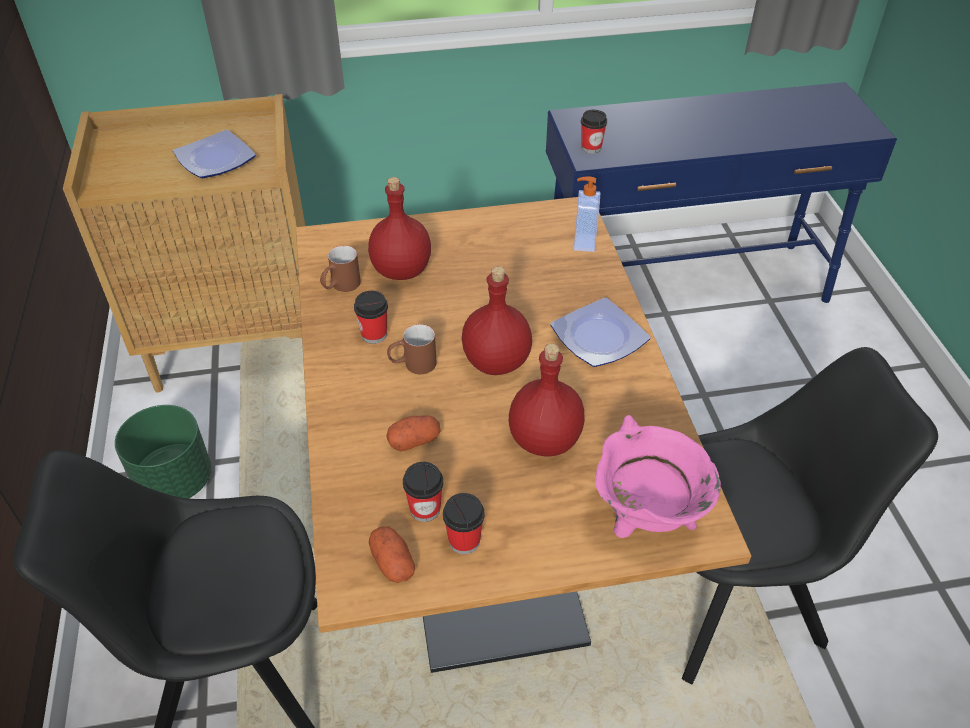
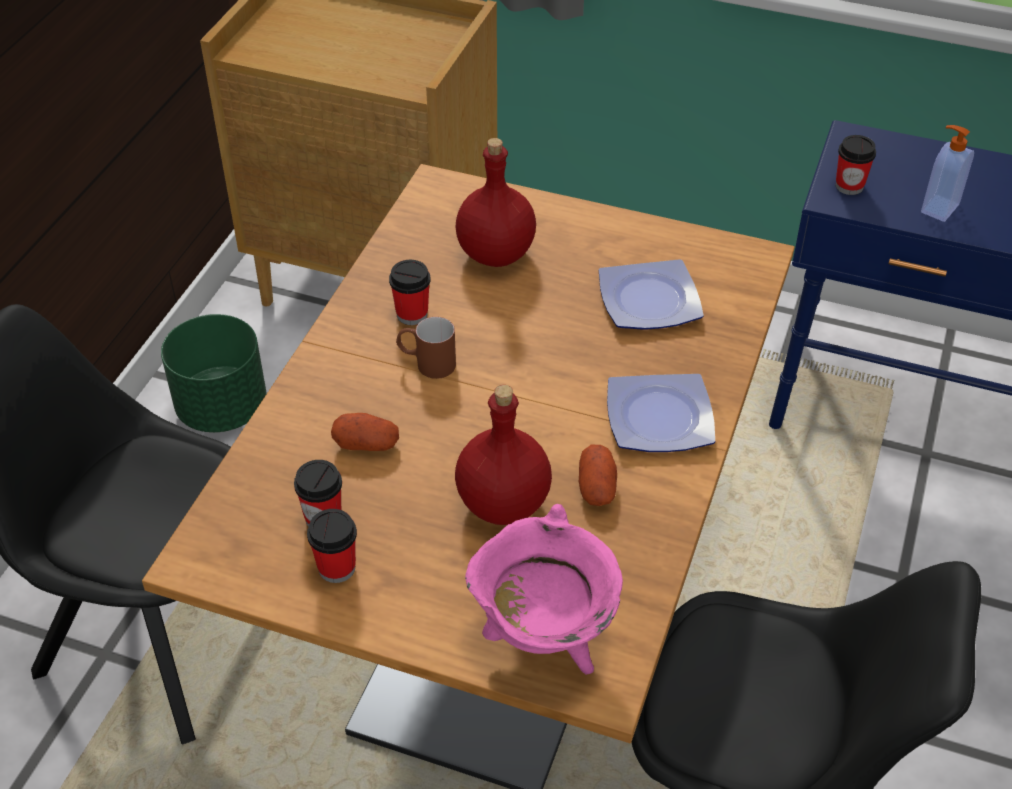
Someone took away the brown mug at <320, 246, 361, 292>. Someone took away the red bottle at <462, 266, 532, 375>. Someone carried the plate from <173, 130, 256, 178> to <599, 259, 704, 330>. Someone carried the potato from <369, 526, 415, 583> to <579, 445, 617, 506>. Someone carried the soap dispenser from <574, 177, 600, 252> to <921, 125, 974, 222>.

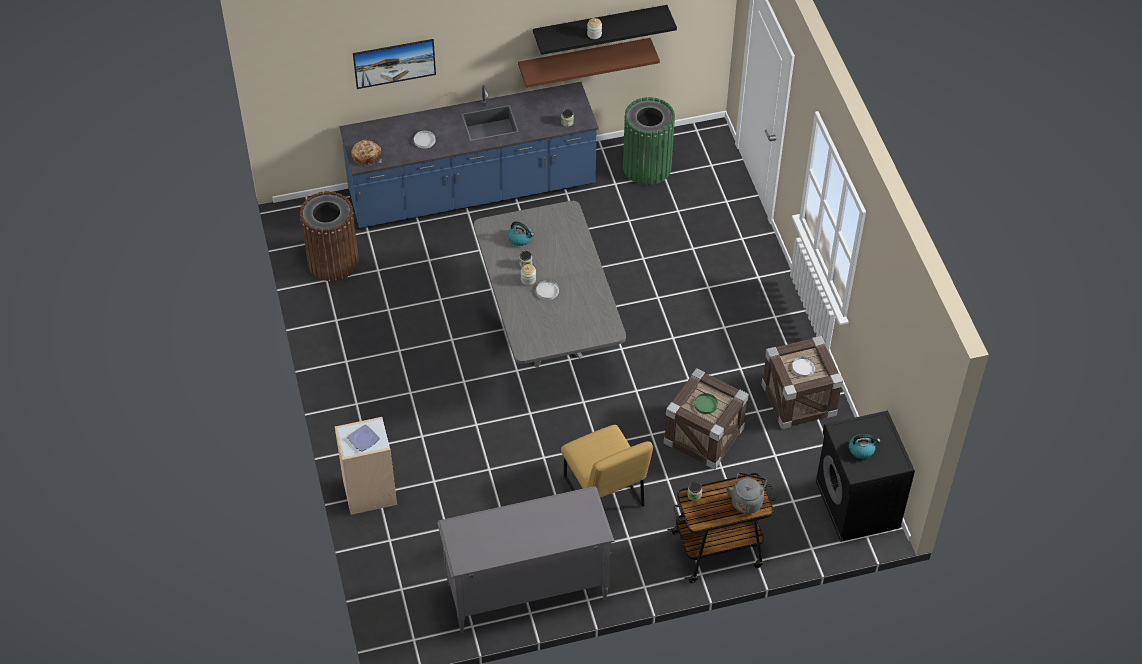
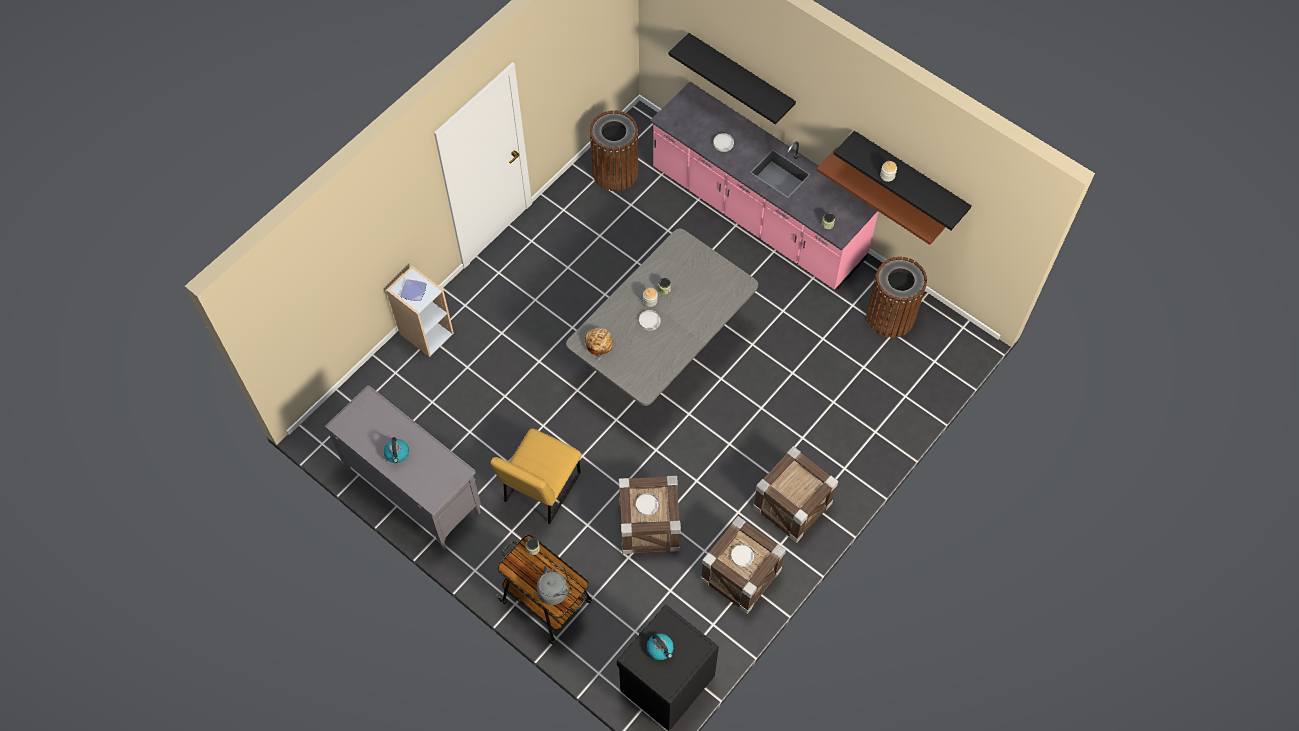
Someone put down the crate at <753, 446, 838, 543>. Someone carried the bread from <351, 140, 382, 166> to <585, 328, 614, 360>. Someone carried the kettle from <508, 221, 534, 246> to <384, 437, 409, 463>. Someone swapped the picture at <353, 39, 436, 89> for the black shelf at <668, 33, 796, 124>. Someone repainted the blue counter at <339, 82, 599, 229>, which became the pink counter at <650, 82, 879, 290>. Someone repainted the green trash can at <623, 97, 675, 185>, which became the brown trash can at <866, 257, 927, 338>. Someone repainted the green plate at <694, 393, 718, 414>, which became the white plate at <636, 493, 659, 516>.

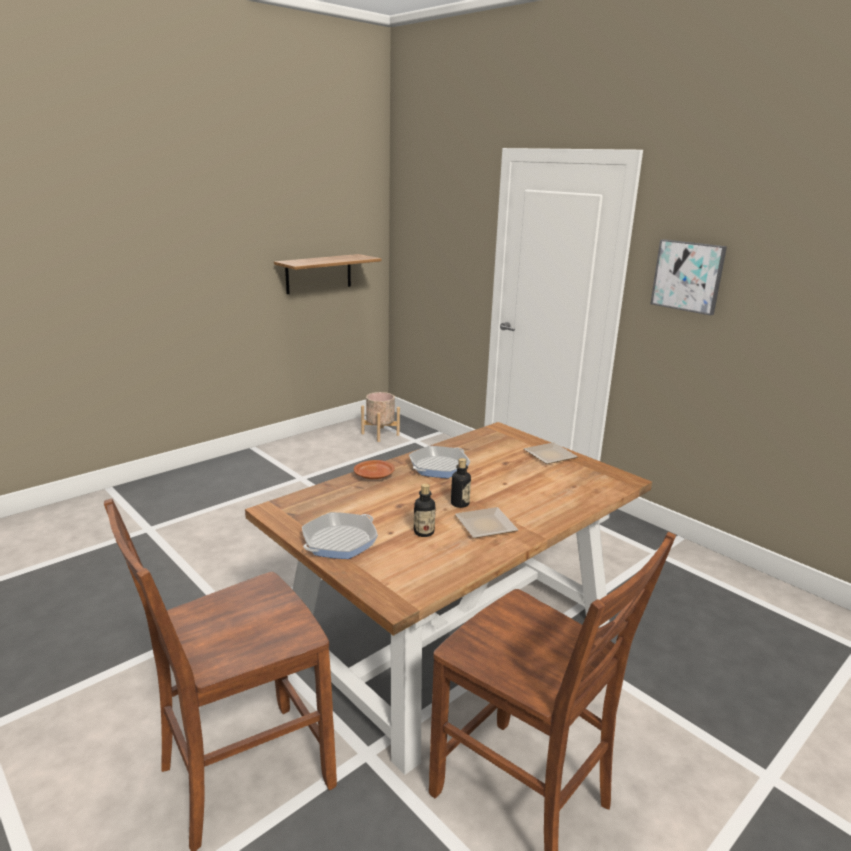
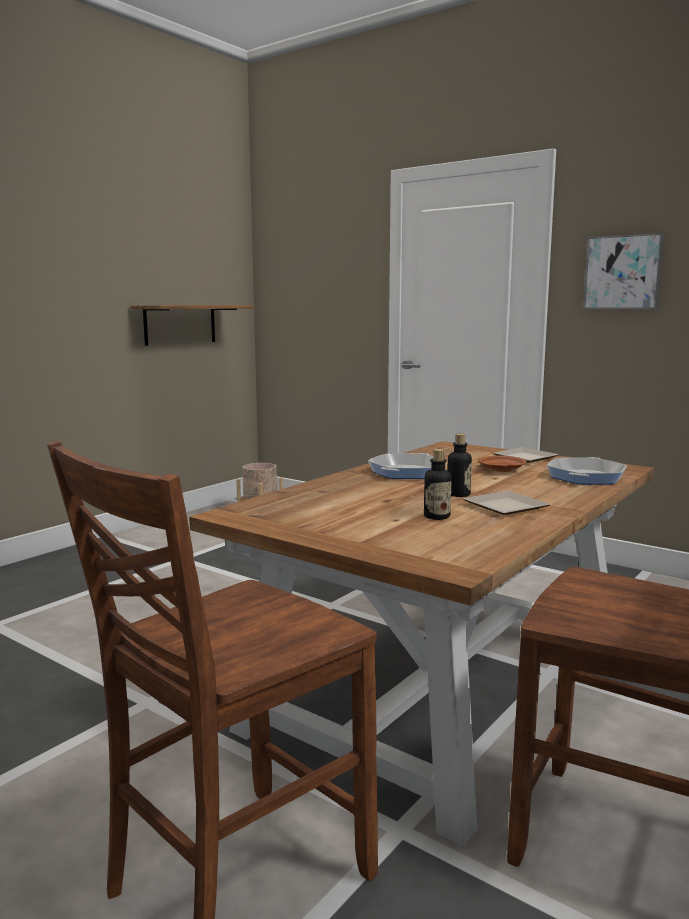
Someone carried the frying pan from <302, 512, 378, 559> to <547, 457, 626, 485>. Someone carried the brown plate from <354, 460, 395, 479> to <478, 455, 526, 472>.

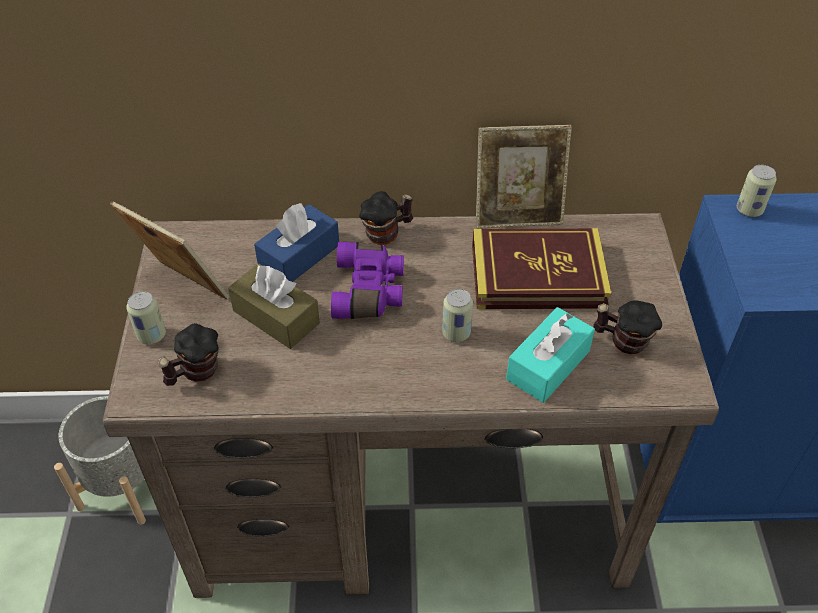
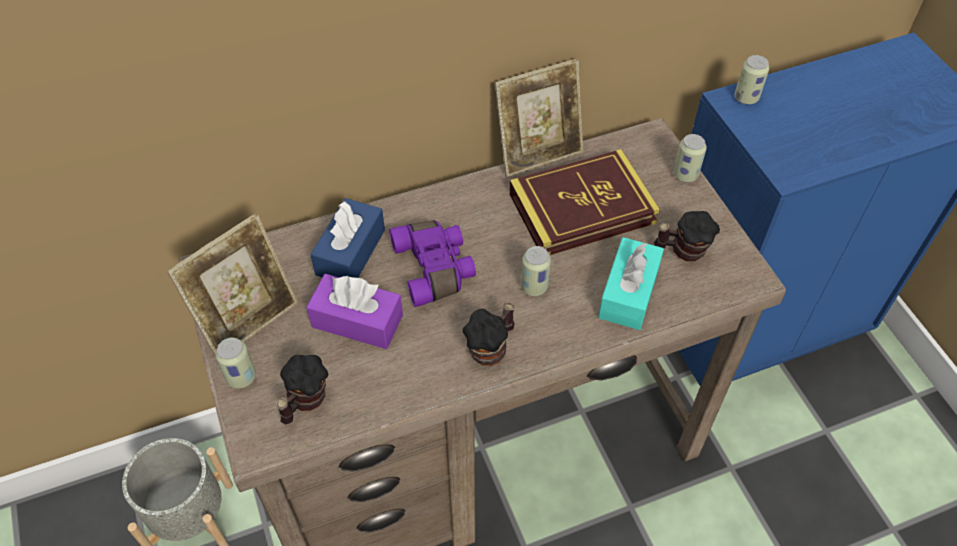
Someone put down the can at <673, 134, 707, 182>. Someone carried the mug from <359, 191, 413, 245> to <463, 303, 515, 366>. Someone repainted the brown tissue box at <228, 264, 320, 349>, which became the purple tissue box at <306, 274, 403, 349>. Someone rotated the picture frame at <110, 201, 229, 300> by 120 degrees clockwise.

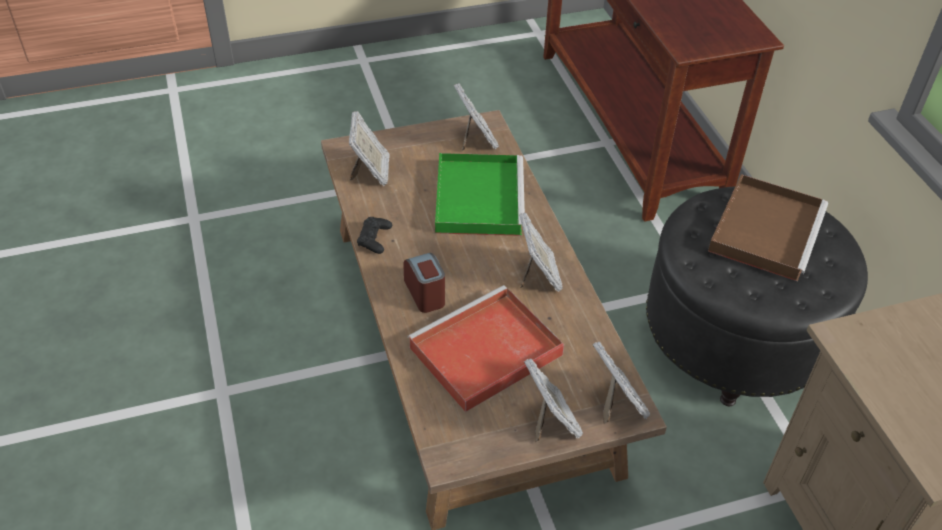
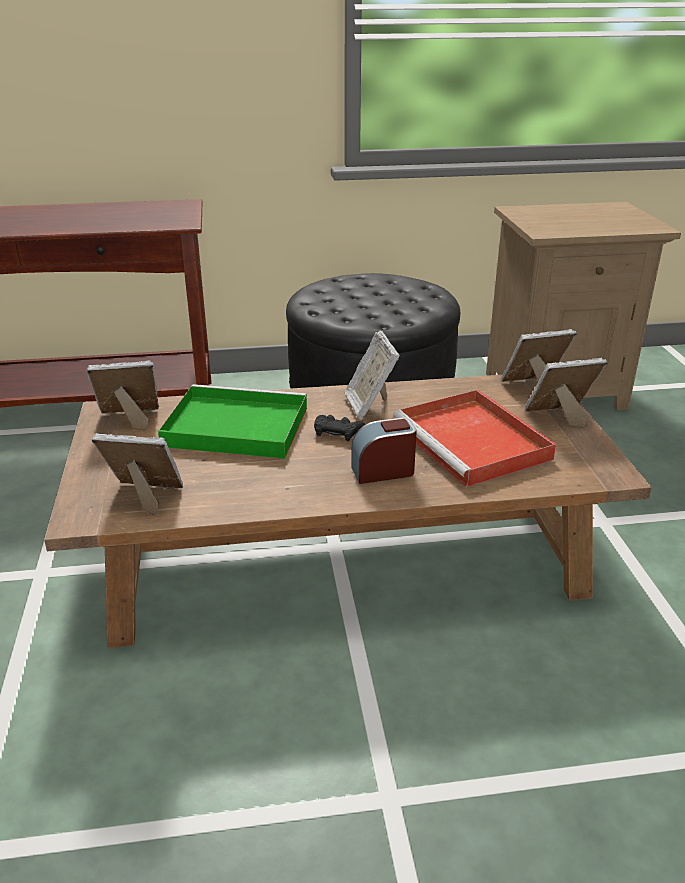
Someone took away the brown tray at <708, 174, 828, 281>. Someone carried the black game controller from <357, 217, 392, 254> to <314, 415, 365, 441>. Someone rotated the picture frame at <519, 213, 563, 292> by 105 degrees counterclockwise.

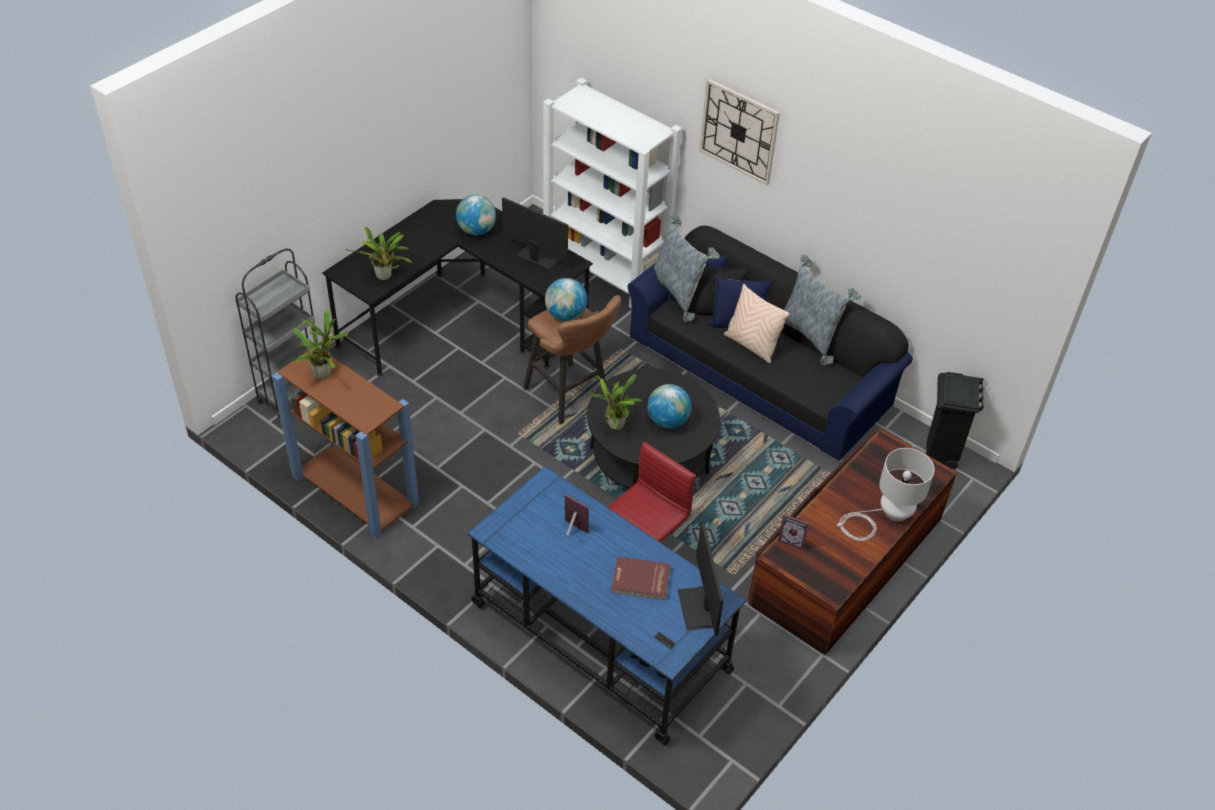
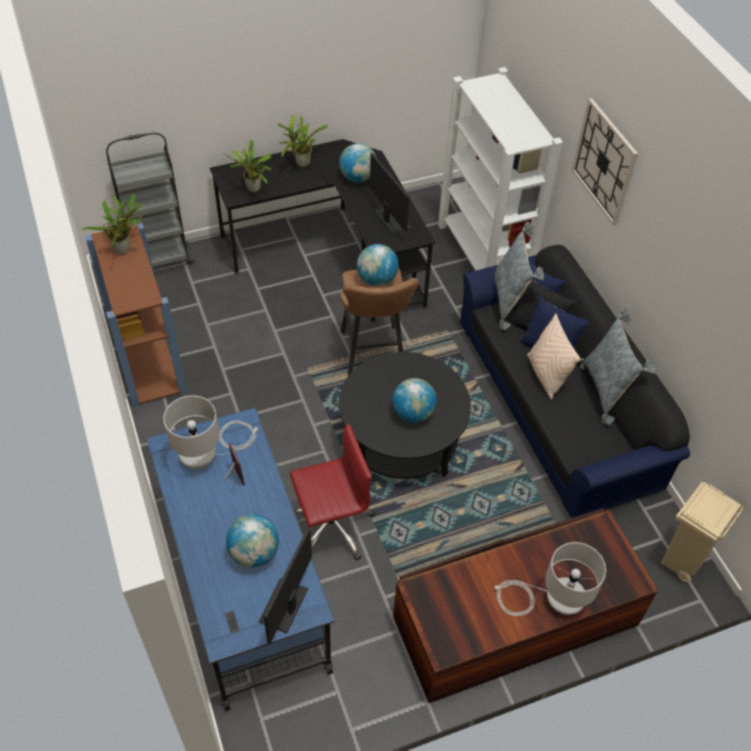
Someone took away the picture frame at <778, 514, 809, 550>. Someone put down the white table lamp at <163, 395, 258, 469>. Someone carried the potted plant from <588, 374, 642, 430> to <277, 115, 328, 167>. Someone swapped the red book at <611, 556, 671, 600> for the globe at <226, 514, 279, 568>. Someone repainted the black trash can at <926, 372, 984, 470>, which became the beige trash can at <661, 482, 745, 582>.

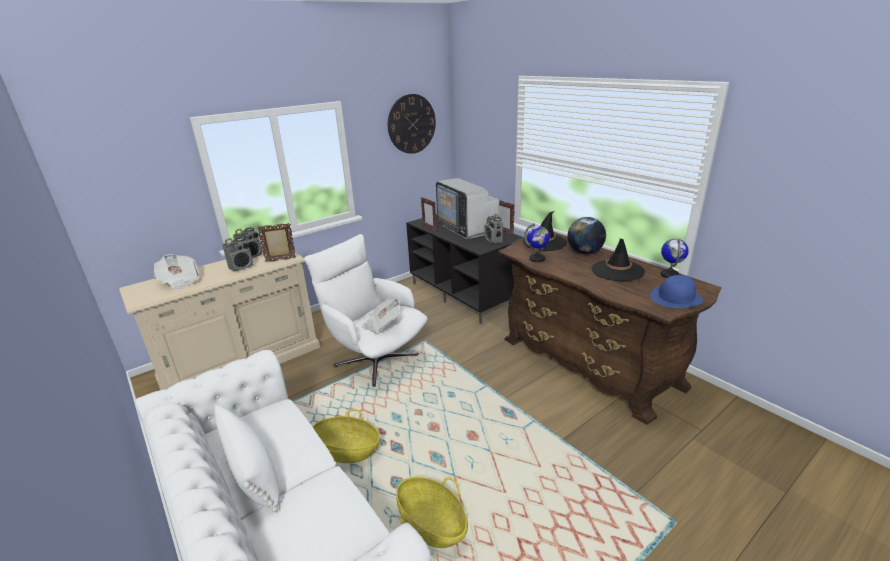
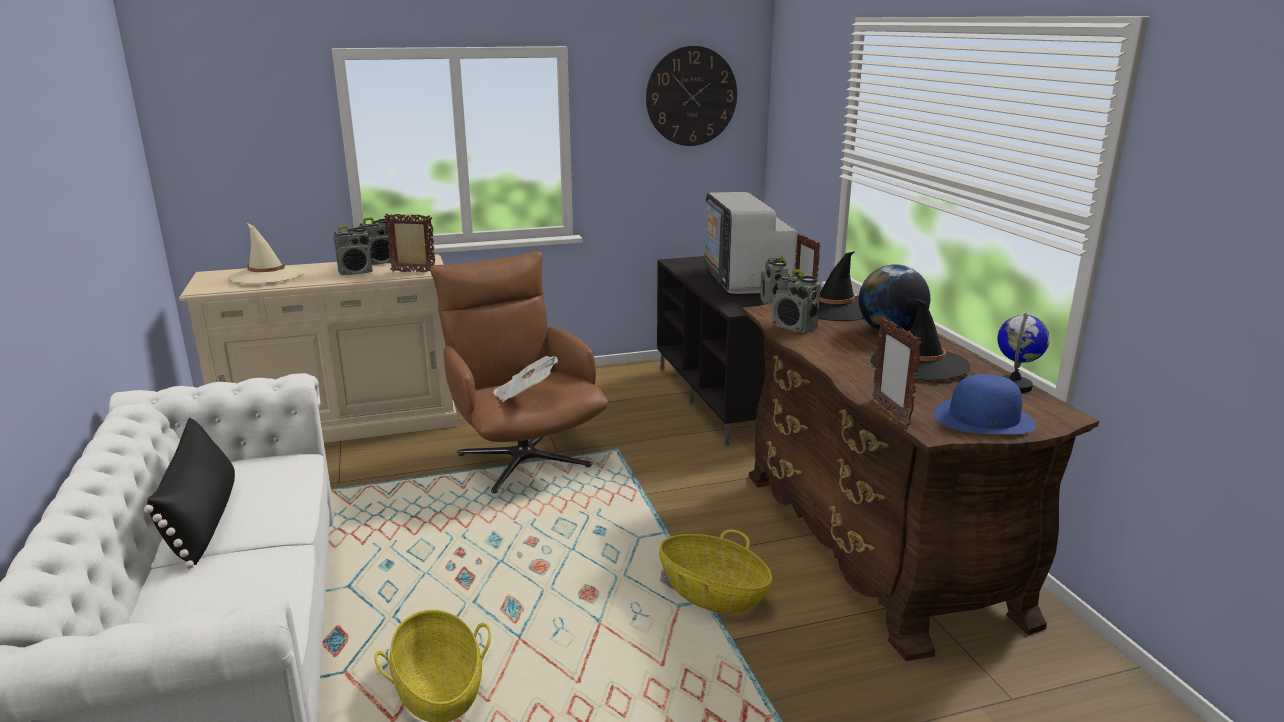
Someone carried the basket from <312, 409, 380, 463> to <659, 530, 772, 614>. Someone carried the picture frame from <421, 197, 437, 232> to <872, 316, 922, 426>. Someone swapped the newspaper at <154, 254, 200, 290> for the beige hat at <228, 223, 305, 284>. Someone swapped the globe at <524, 223, 550, 262> for the radio at <772, 269, 821, 333>. Someone repainted the white pillow at <214, 405, 280, 512>, which became the black pillow at <144, 418, 235, 569>. Someone repainted the white armchair at <304, 234, 428, 387>, which became the brown armchair at <430, 251, 608, 493>.

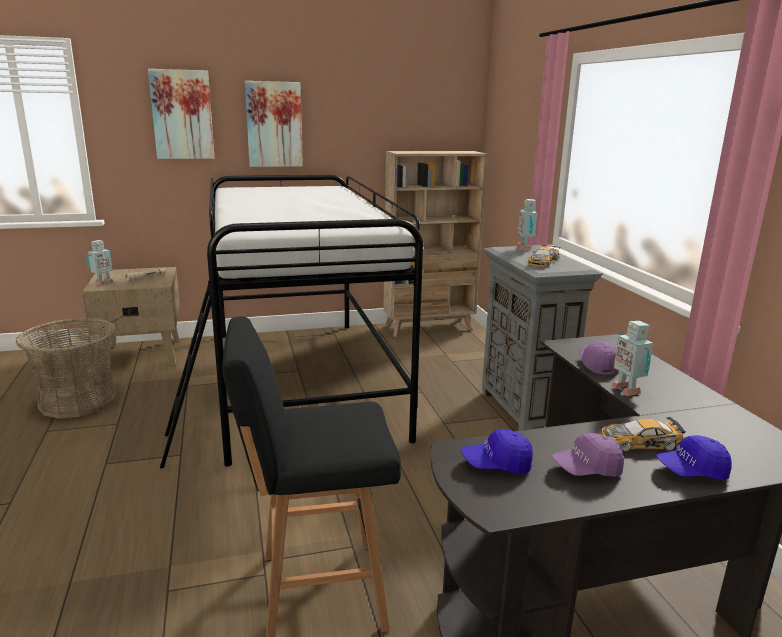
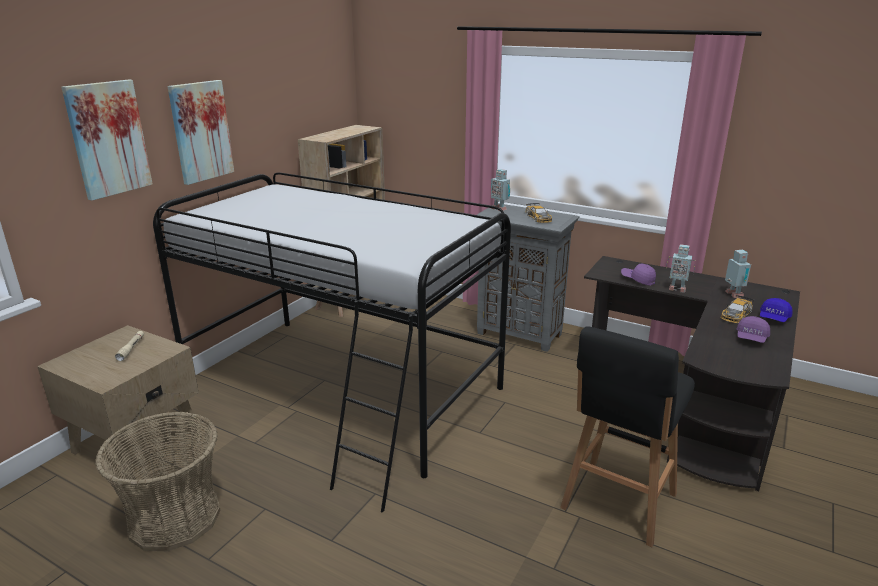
Someone took away the blue cap at <461, 429, 533, 474>. Someone carried the toy robot from <87, 240, 114, 285> to <725, 250, 751, 298>.

